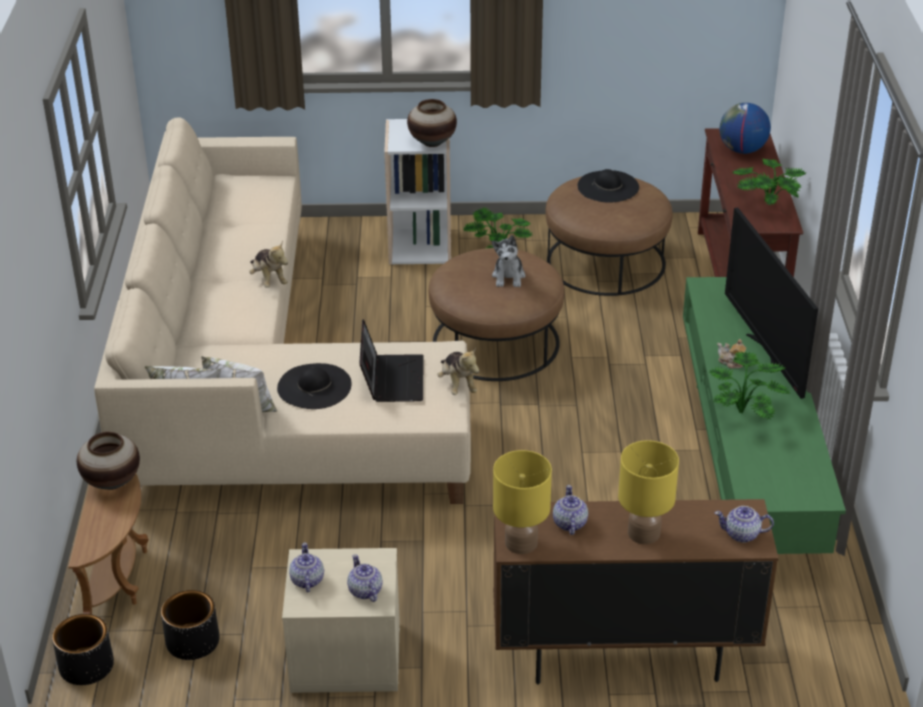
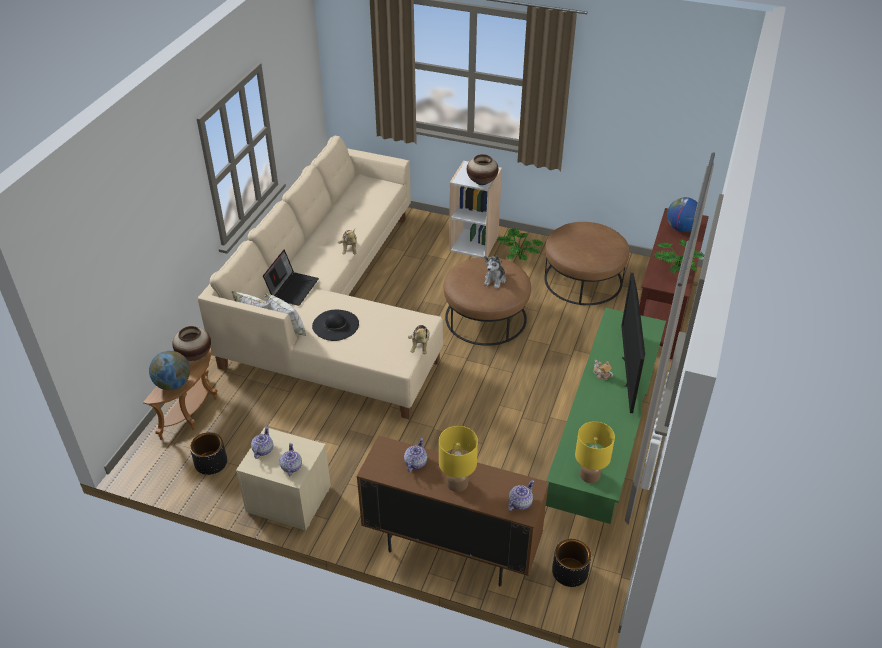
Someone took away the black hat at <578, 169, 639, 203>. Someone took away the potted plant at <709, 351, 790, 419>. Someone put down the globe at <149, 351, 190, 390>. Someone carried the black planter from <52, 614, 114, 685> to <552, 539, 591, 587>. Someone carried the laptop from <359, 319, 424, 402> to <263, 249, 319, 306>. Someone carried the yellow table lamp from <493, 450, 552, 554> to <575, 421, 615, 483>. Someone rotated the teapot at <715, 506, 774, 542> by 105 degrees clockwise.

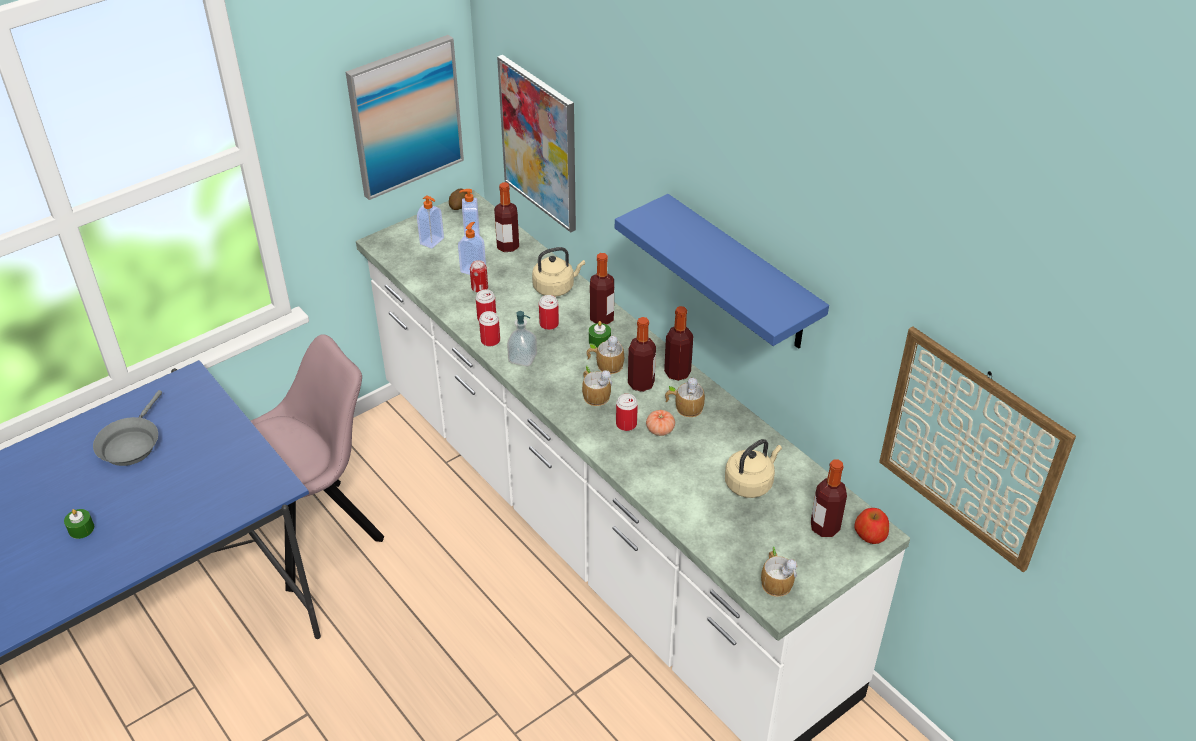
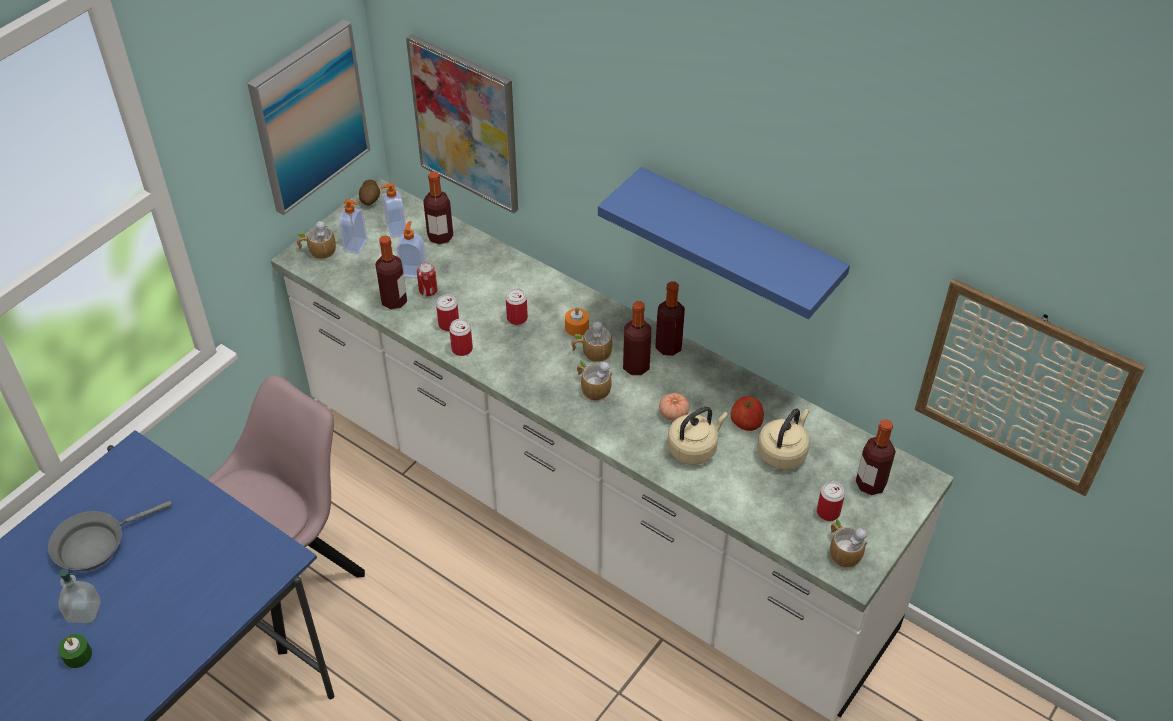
Someone carried the soap dispenser from <507, 311, 537, 366> to <58, 568, 100, 623>. Someone carried the beige kettle from <532, 247, 585, 297> to <667, 407, 728, 465>. Someone carried the bottle from <590, 253, 614, 325> to <375, 235, 407, 309>. Someone carried the can from <616, 394, 638, 431> to <817, 481, 845, 521>. Someone carried the mug from <665, 377, 705, 417> to <297, 221, 336, 259>. Someone carried the apple from <854, 508, 889, 544> to <731, 396, 764, 431>. Someone repainted the green candle at <589, 321, 611, 348>, which became the orange candle at <565, 307, 589, 336>. Someone rotated the grey frying pan at <93, 390, 162, 466> by 60 degrees clockwise.

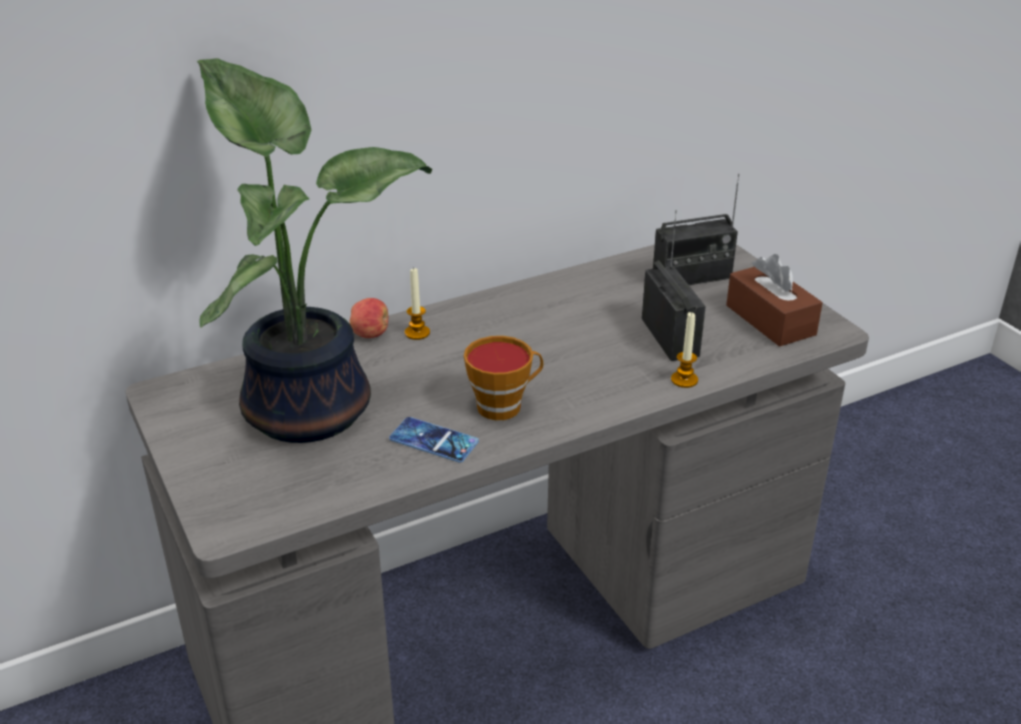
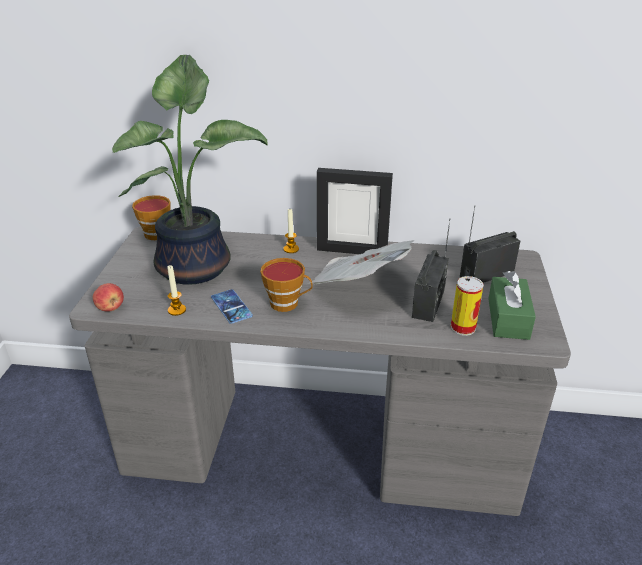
Someone put down the cup at <132, 195, 171, 240>. Someone put down the newspaper at <308, 240, 415, 284>. Someone put down the picture frame at <317, 168, 393, 254>. Someone put down the can at <451, 276, 484, 336>. Someone carried the apple from <350, 298, 388, 338> to <93, 283, 124, 311>. Someone carried the candle from <671, 312, 698, 388> to <167, 265, 186, 316>. Someone repainted the brown tissue box at <726, 254, 823, 347>, which became the green tissue box at <488, 271, 536, 340>. Someone rotated the radio at <653, 174, 739, 285> by 135 degrees clockwise.

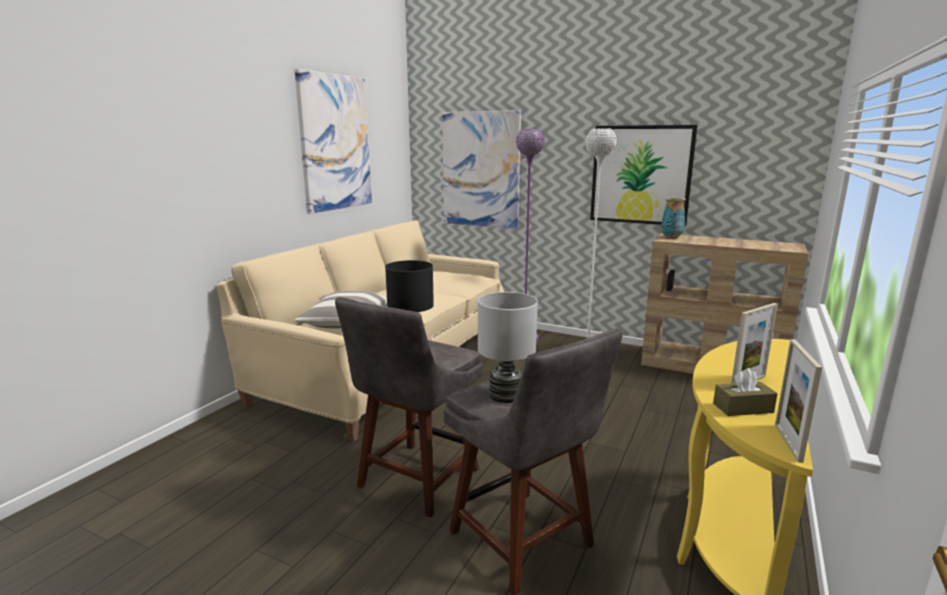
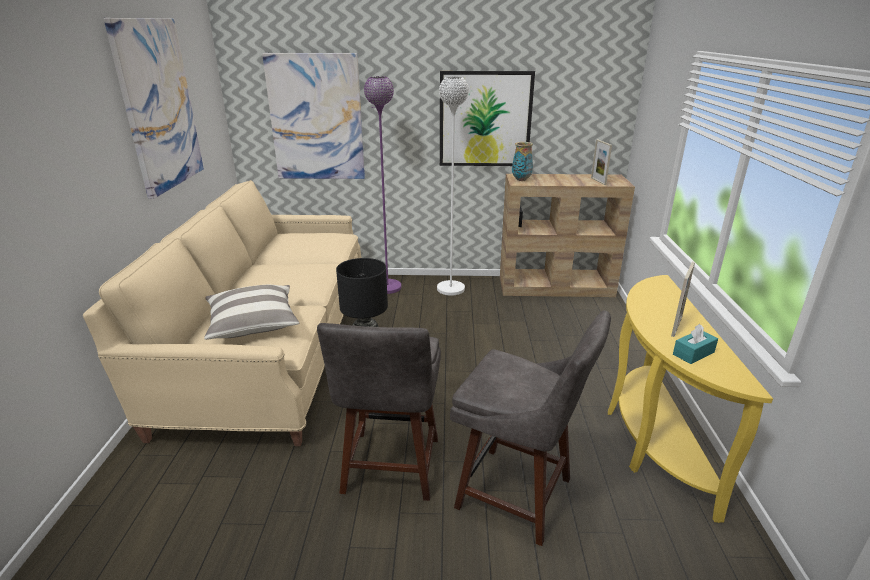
Someone took away the grey table lamp at <478, 292, 538, 403>. Someone carried the picture frame from <775, 339, 822, 463> to <591, 139, 612, 185>. Someone repainted the brown tissue box at <713, 368, 778, 416>, which became the turquoise tissue box at <673, 324, 718, 364>.

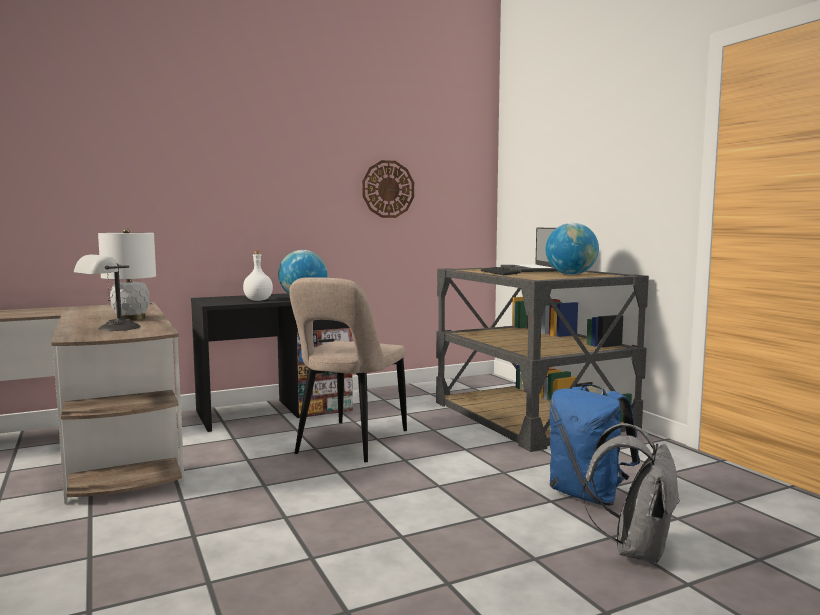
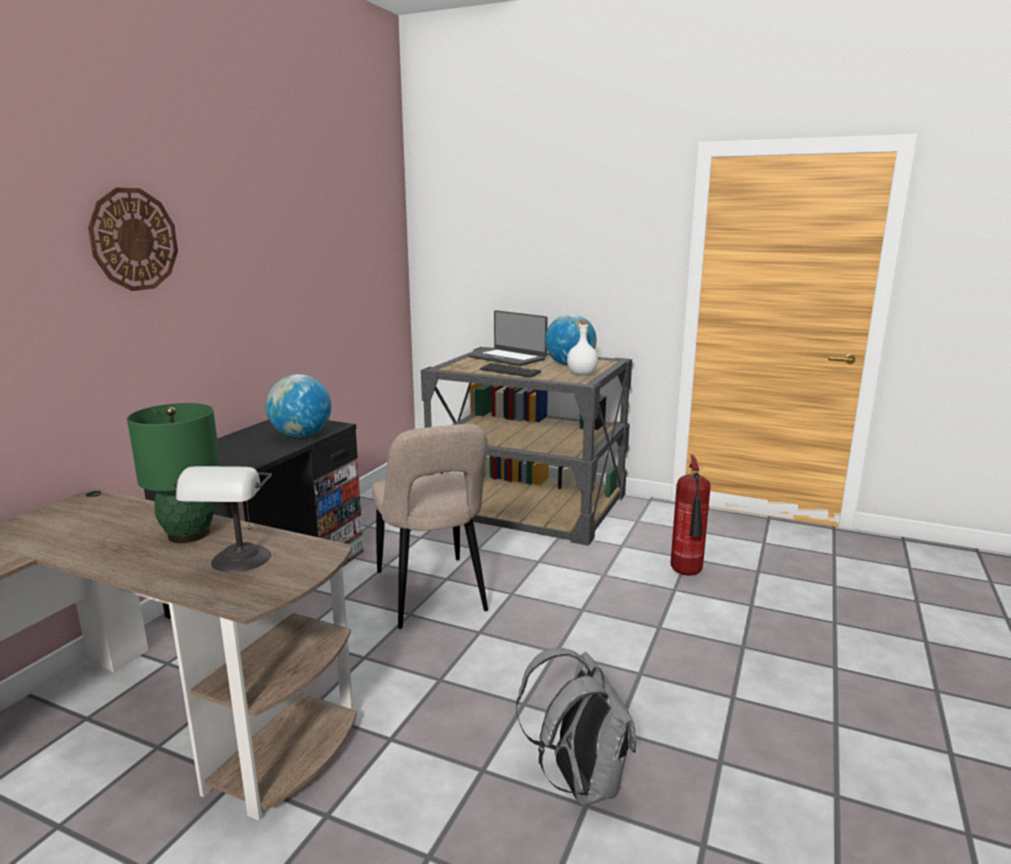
Someone carried the white bottle from <243, 251, 273, 301> to <567, 320, 598, 375>. Someone carried the wall clock from <362, 160, 414, 218> to <88, 188, 178, 291>. Someone carried the grey backpack from <582, 423, 680, 564> to <516, 648, 636, 806>. Someone swapped the blue backpack at <549, 384, 640, 506> for the fire extinguisher at <671, 455, 711, 576>. Someone repainted the white table lamp at <98, 229, 156, 320>, which became the green table lamp at <127, 403, 221, 543>.

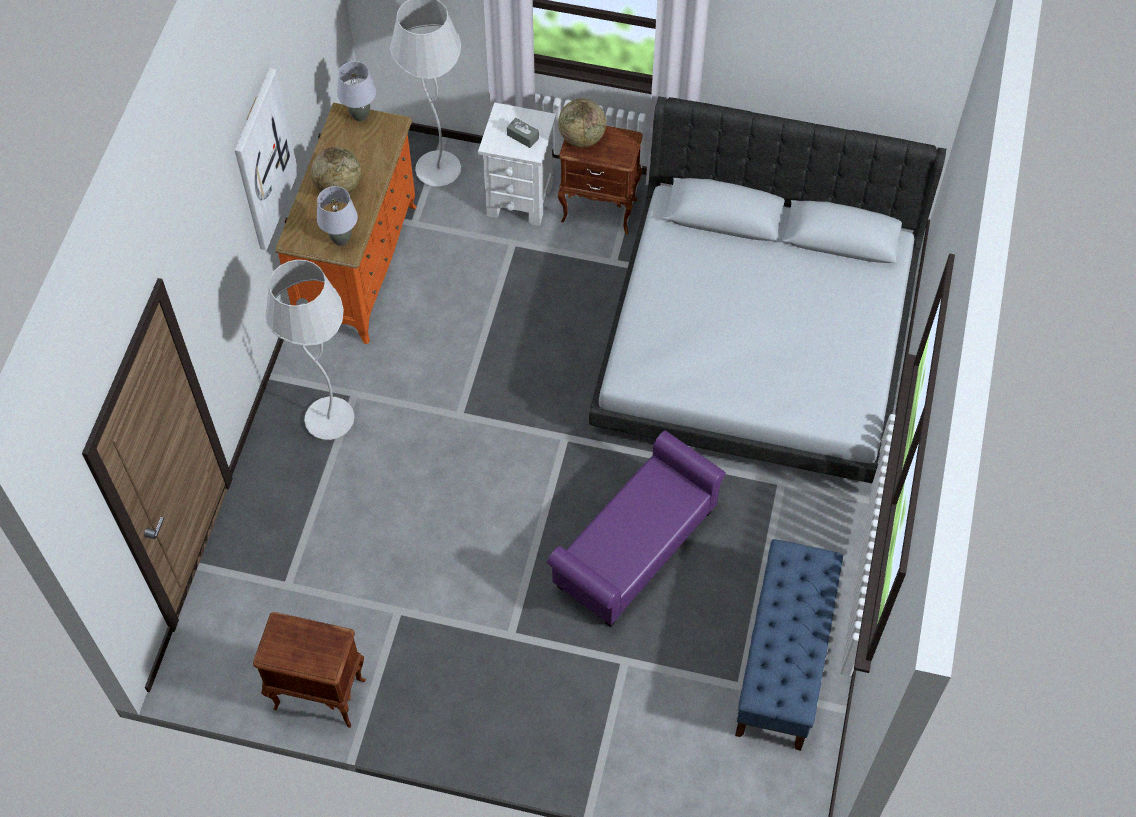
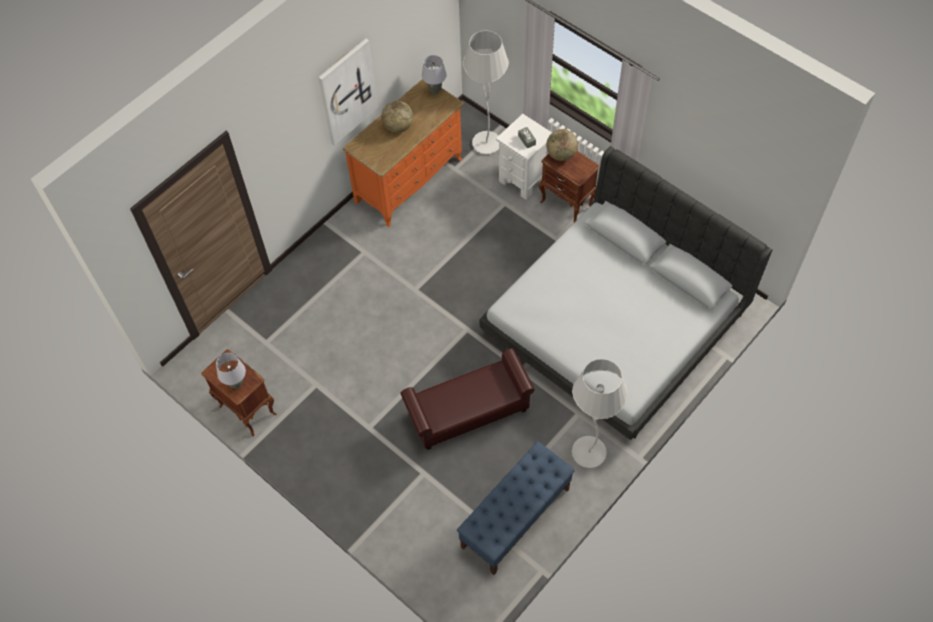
Someone carried the white floor lamp from <265, 260, 354, 440> to <572, 359, 627, 468>. Someone carried the grey table lamp from <317, 186, 358, 246> to <216, 353, 246, 389>. Someone repainted the purple ottoman at <547, 430, 726, 627>, which became the brown ottoman at <401, 348, 535, 450>.

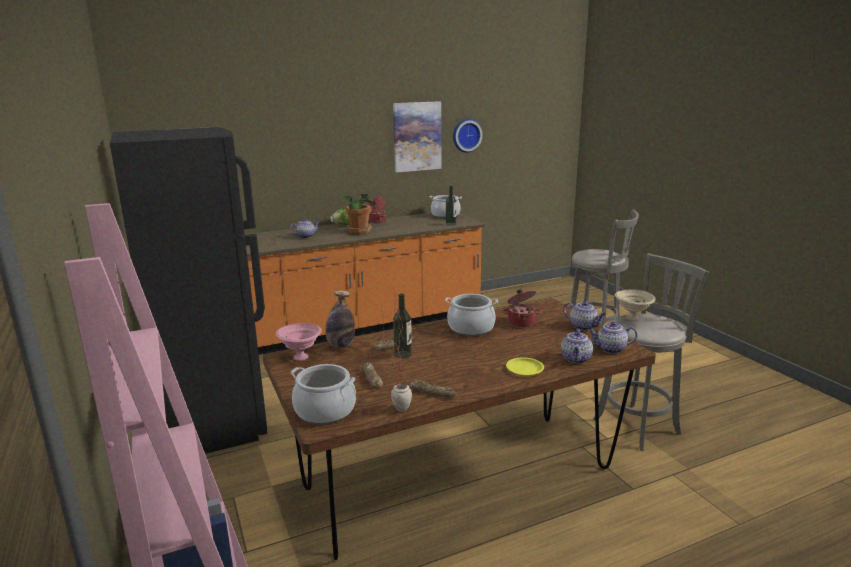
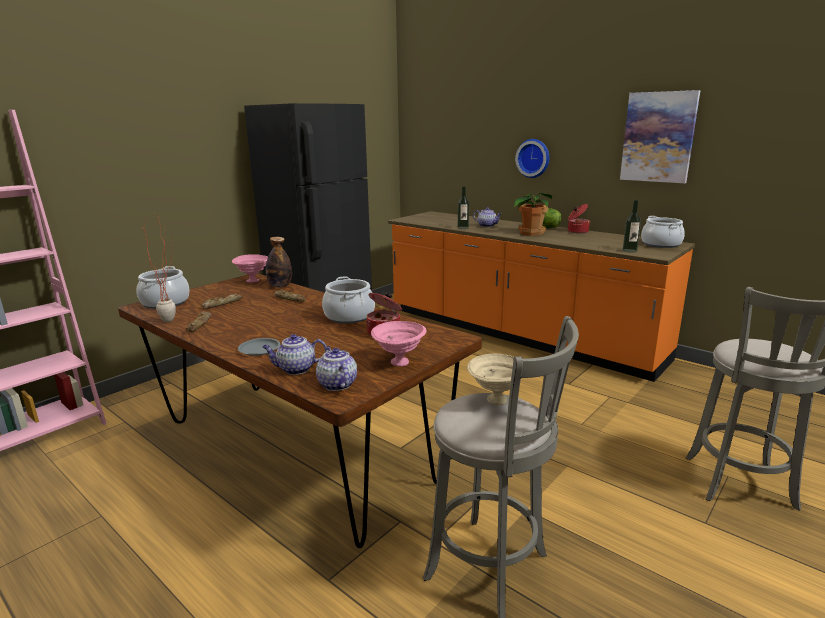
Someone carried the bottle from <393, 293, 412, 359> to <458, 186, 469, 229>. Someone carried the wall clock from <453, 119, 483, 153> to <515, 139, 549, 178>. Someone swapped the teapot at <563, 301, 606, 330> for the pink bowl at <371, 321, 427, 366>. Someone repainted the yellow plate at <506, 357, 544, 376>, which became the grey plate at <238, 338, 280, 356>.

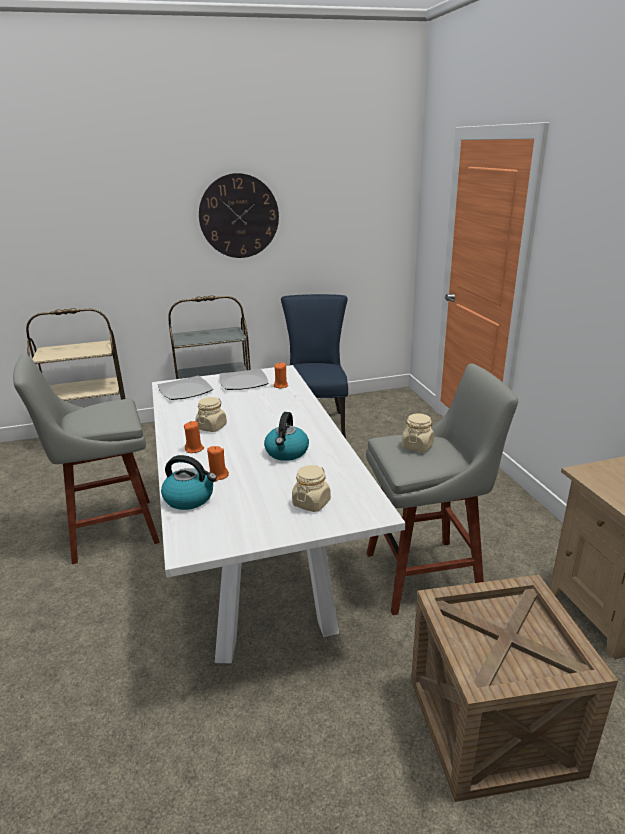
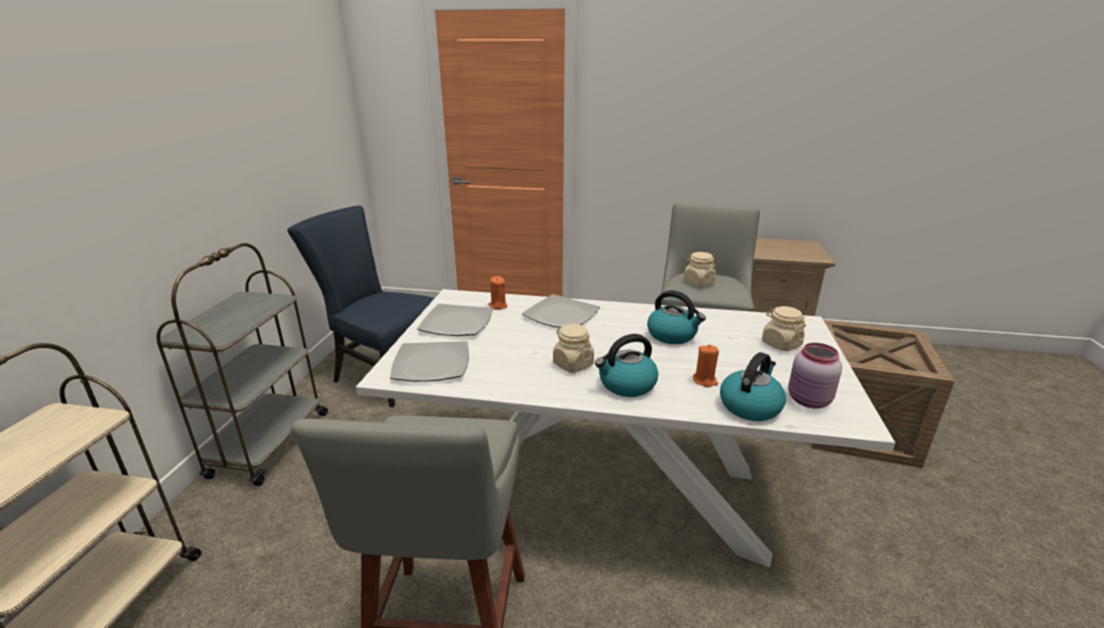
Someone took away the wall clock at <199, 173, 279, 258>. Someone put down the plate at <522, 294, 600, 328>. Someone put down the pink jar at <788, 343, 842, 409>. Someone swapped the orange candle at <184, 421, 204, 453> for the kettle at <595, 334, 658, 397>.

